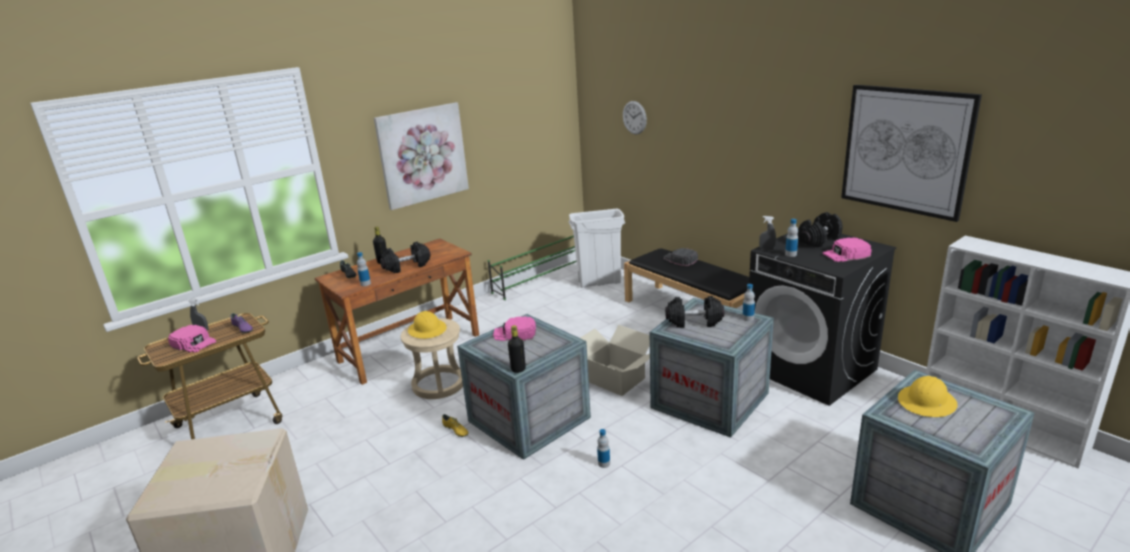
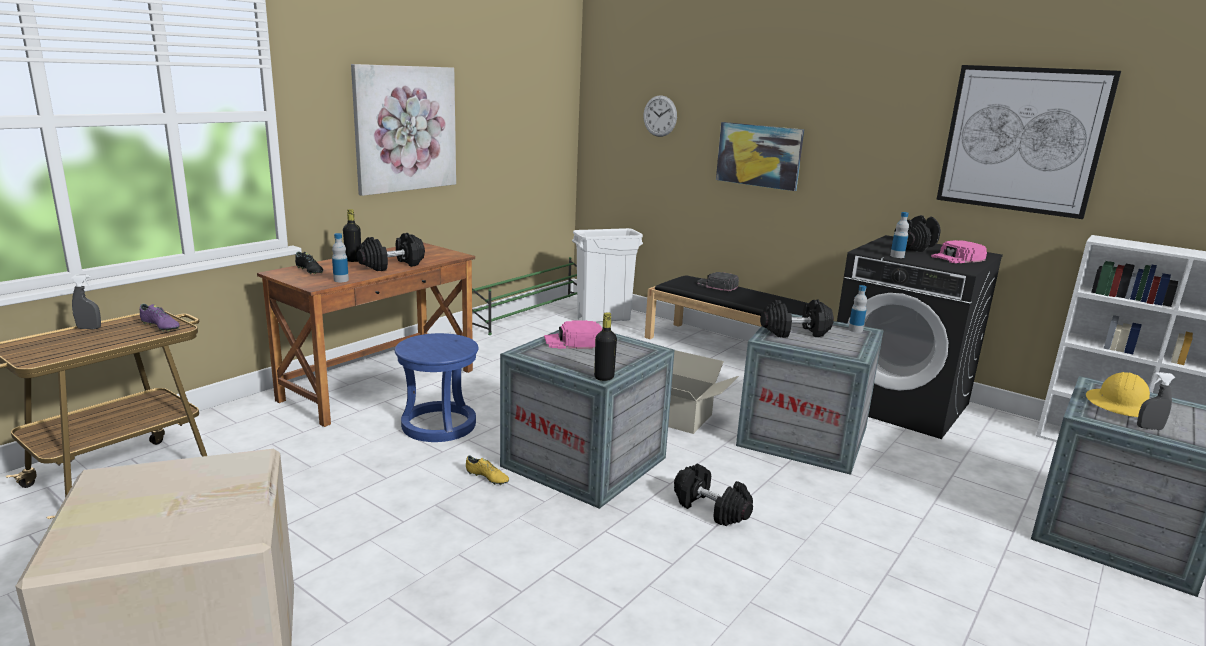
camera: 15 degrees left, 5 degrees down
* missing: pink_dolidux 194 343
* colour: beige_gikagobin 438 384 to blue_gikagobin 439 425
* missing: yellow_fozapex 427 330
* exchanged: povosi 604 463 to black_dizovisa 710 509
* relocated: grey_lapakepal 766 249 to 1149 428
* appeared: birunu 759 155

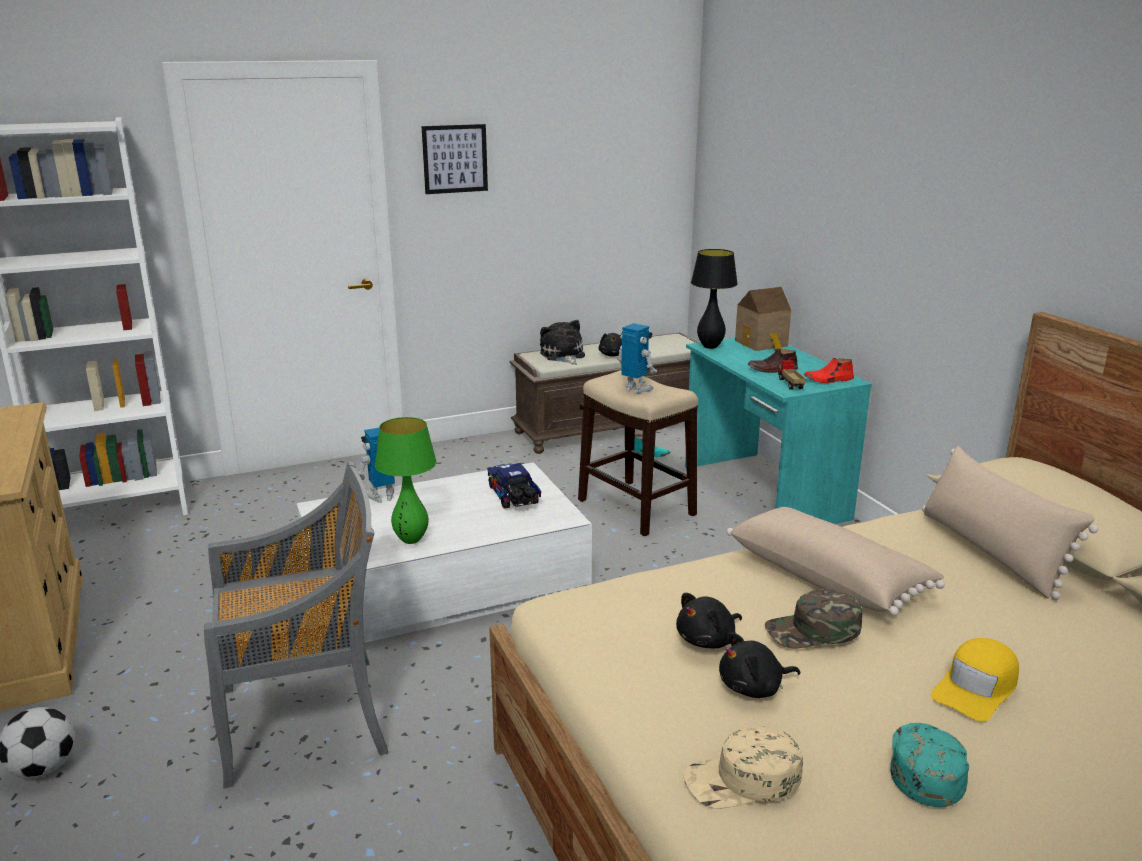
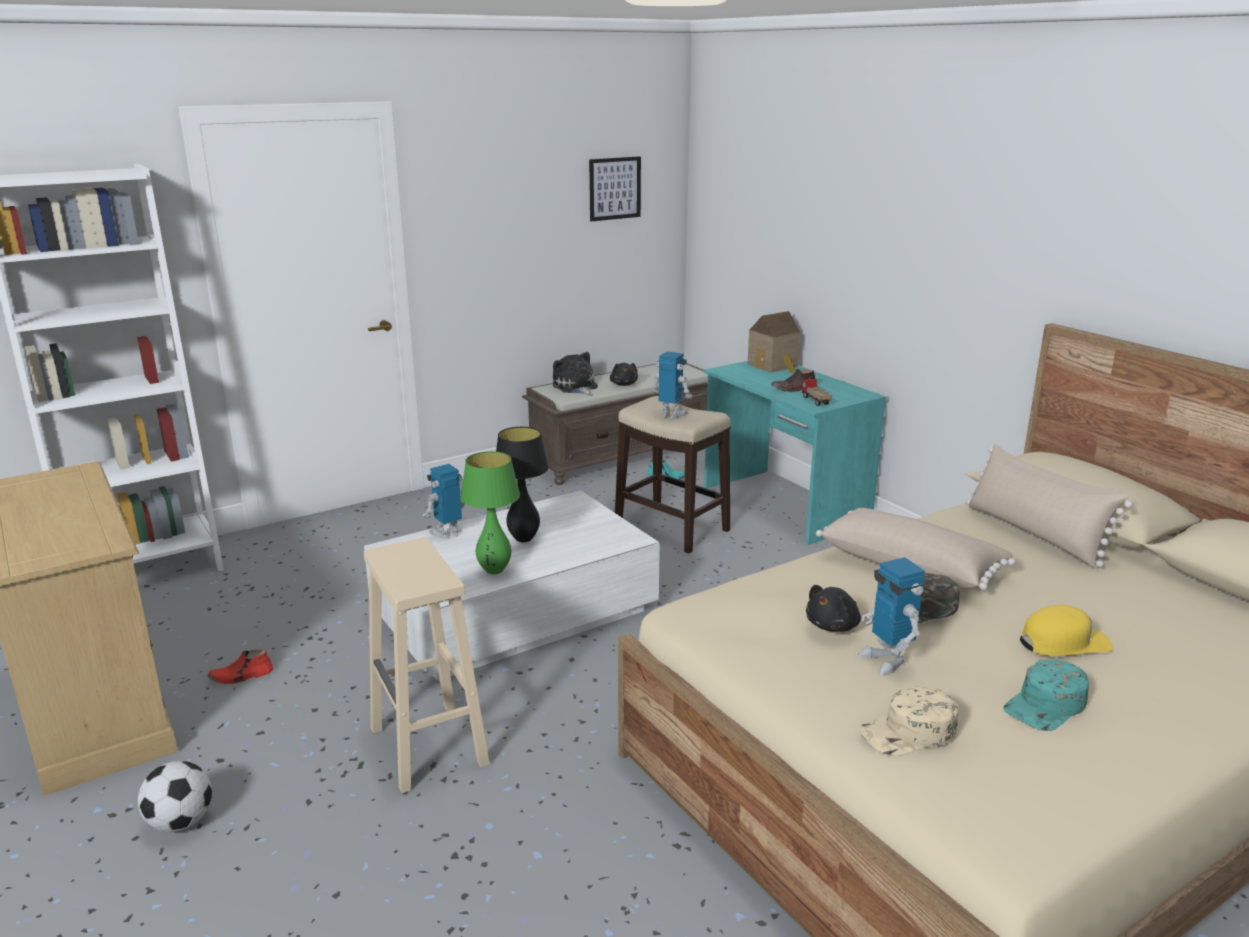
camera: 10 degrees left, 0 degrees up
* exchanged: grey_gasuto 307 719 to beige_gikagobin 429 747
* relocated: birunu 455 159 to 614 188
* missing: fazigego 514 498
* relocated: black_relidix 710 347 to 524 539
* exchanged: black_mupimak 754 688 to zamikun 886 660
* relocated: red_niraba 828 380 to 241 676
* spun: turquoise_dolidux 924 766 = 1046 705 135 degrees counterclockwise
* spun: yellow_dolidux 976 688 = 1064 642 135 degrees counterclockwise

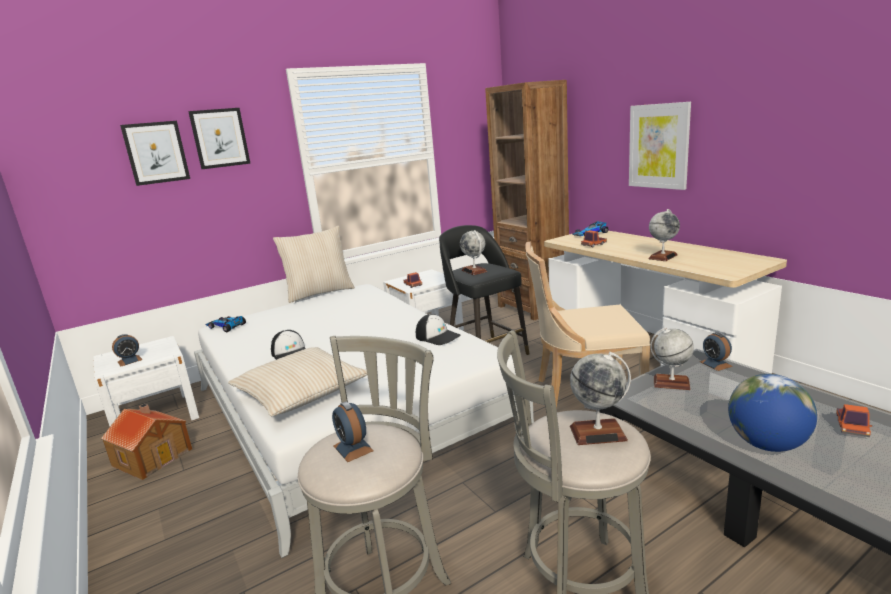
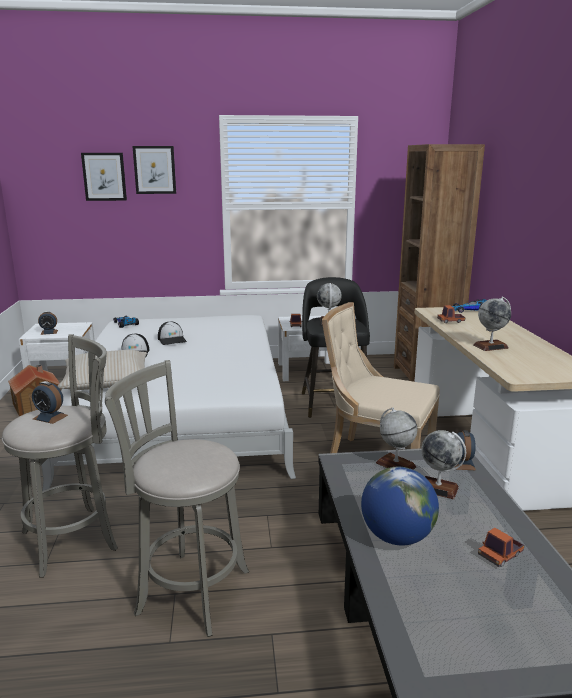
camera: 25 degrees right, 0 degrees up
* missing: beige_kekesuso 319 293
* spun: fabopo 353 448 = 50 417 60 degrees counterclockwise
* relocated: dolidux 438 336 to 172 340
* relocated: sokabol 598 433 to 438 488
* missing: birunu 659 146

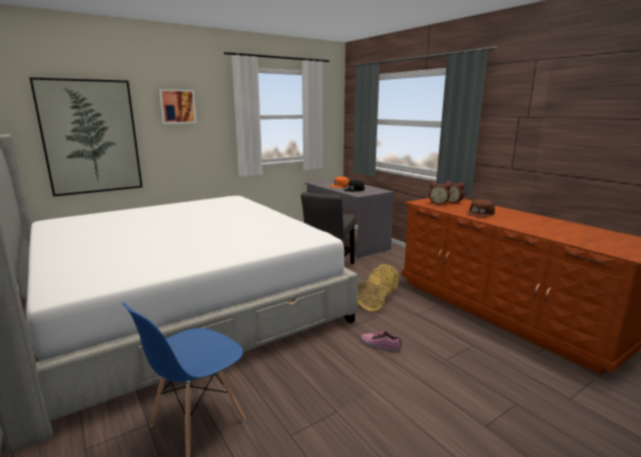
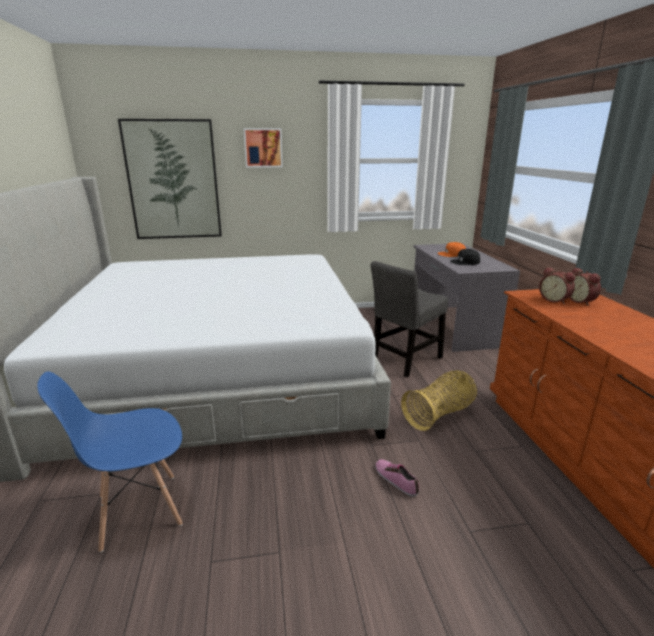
camera: 25 degrees right, 5 degrees up
* missing: brown_dolidux 480 213

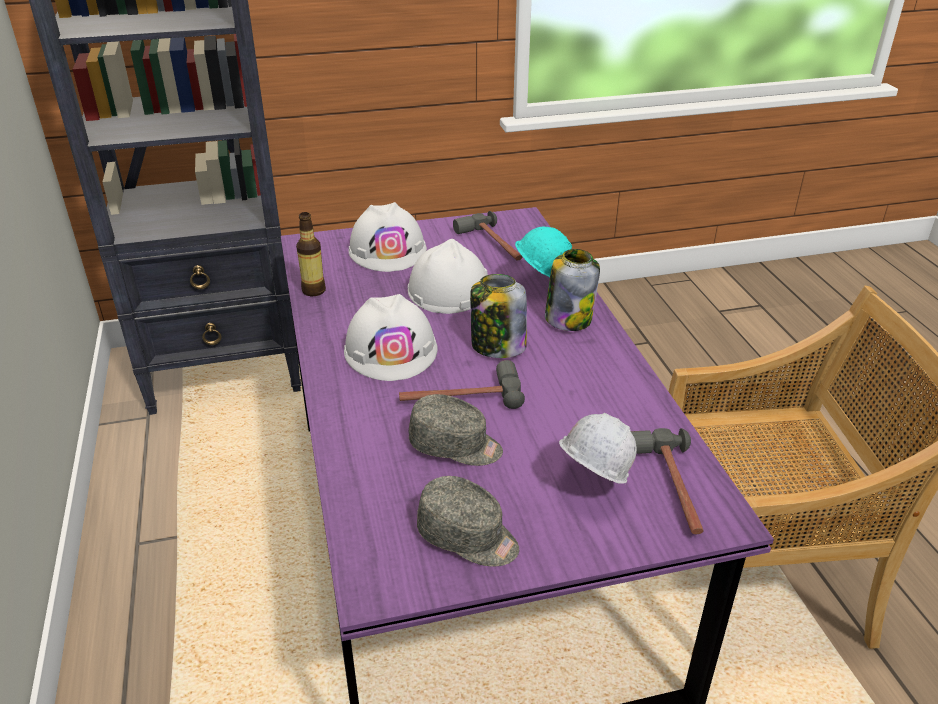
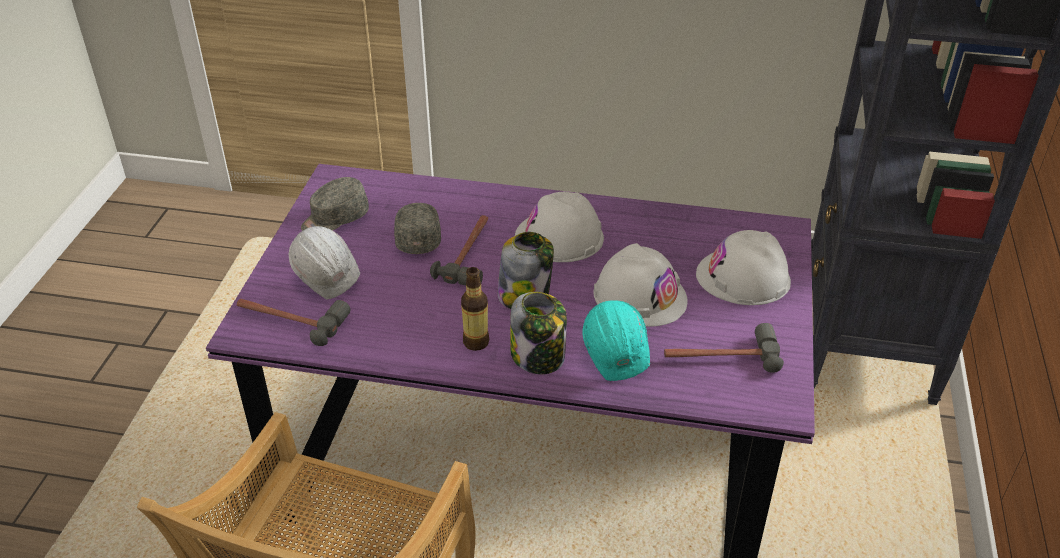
camera: 115 degrees right, 5 degrees up
* relocated: povosi 313 291 to 476 342
* spun: grey_dolidux 456 446 = 418 237 135 degrees clockwise

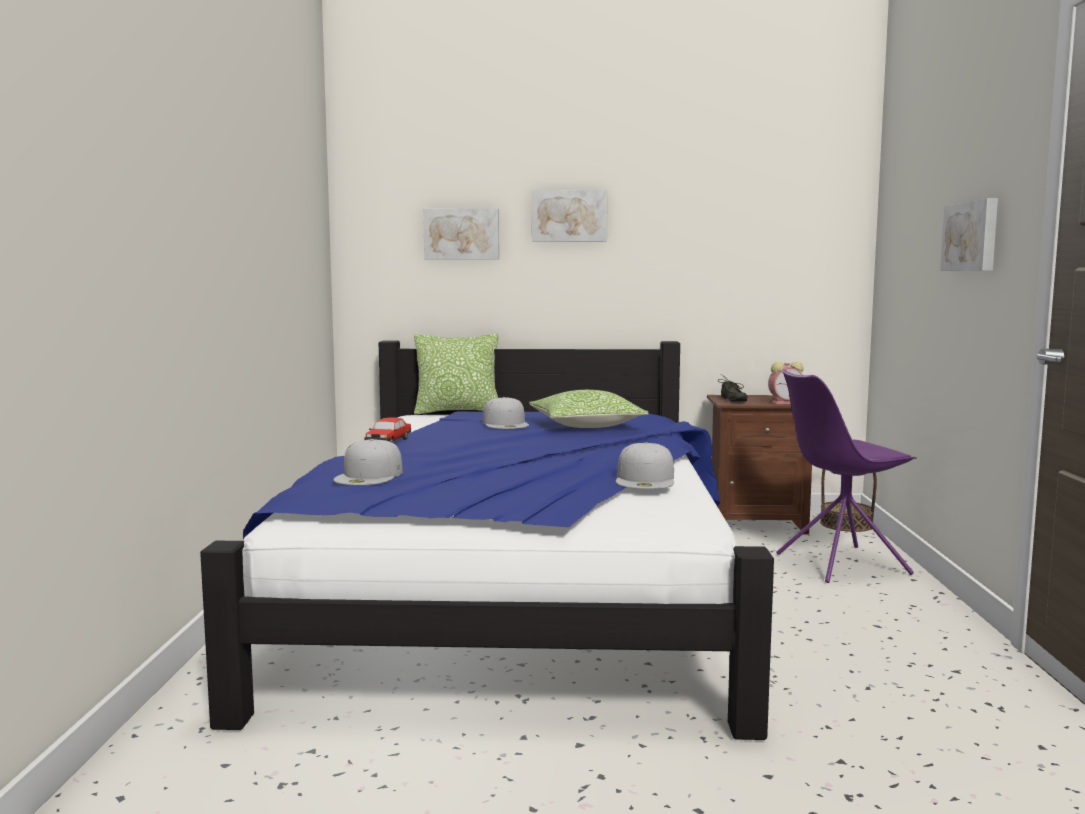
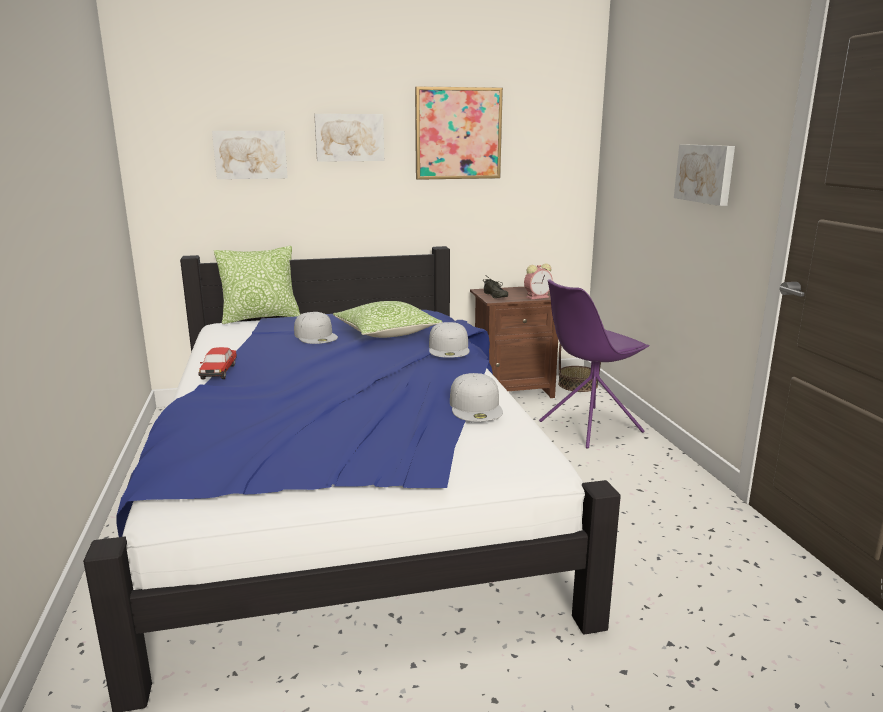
camera: 15 degrees left, 10 degrees up
* relocated: white_dolidux 369 476 to 449 348
* appeared: birunu 458 133

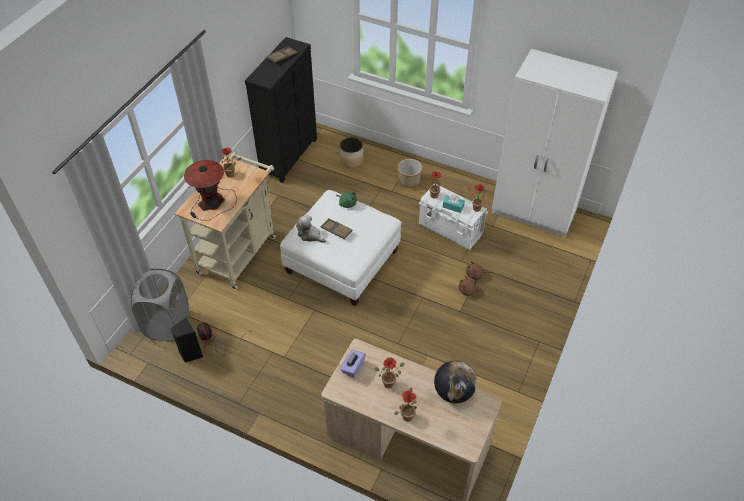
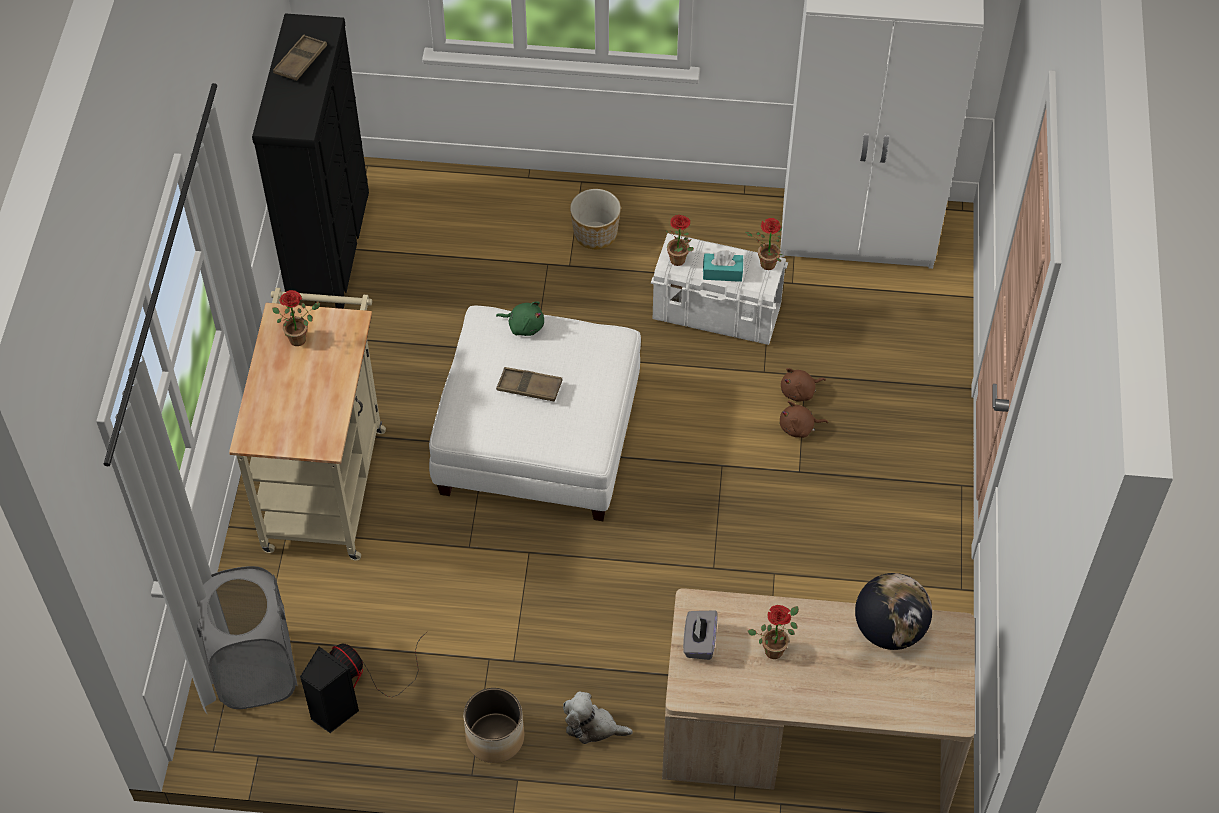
camera: 20 degrees left, 5 degrees up
* missing: relidix 212 202
* relocated: mupimak 310 235 to 593 726
* relocated: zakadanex 351 160 to 494 738
* colour: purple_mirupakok 352 367 to grey_mirupakok 699 642
* missing: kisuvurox 407 414

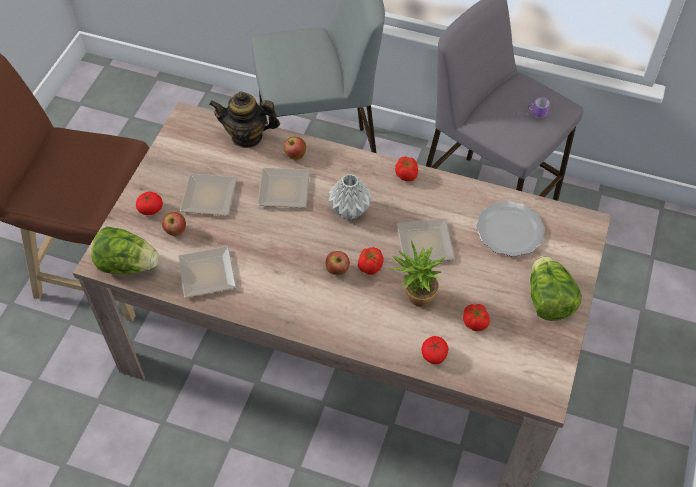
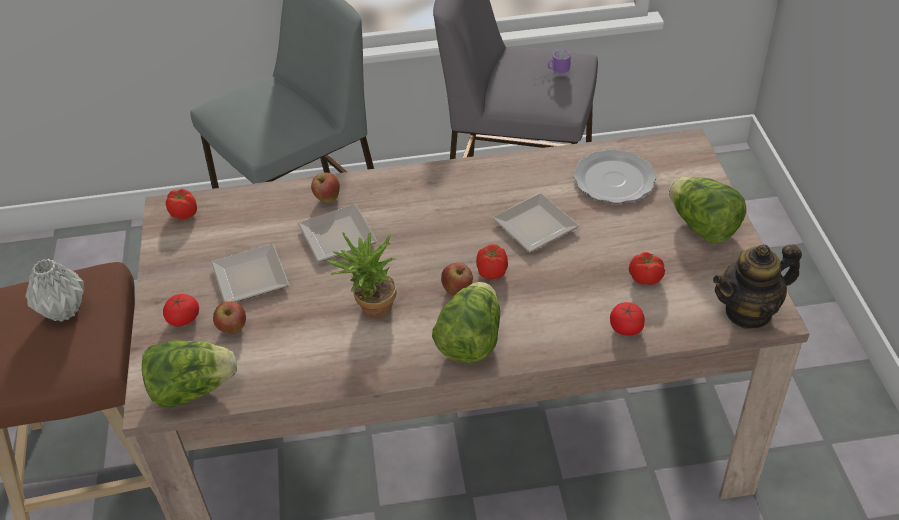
camera: 25 degrees left, 10 degrees down
* missing: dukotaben 205 273
* relocated: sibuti 247 136 to 748 312
* relocated: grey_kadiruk 350 211 to 65 311
* relocated: kisuvurox 415 297 to 371 310
* relocated: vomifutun 406 175 to 184 213
* appeared: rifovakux 470 340

